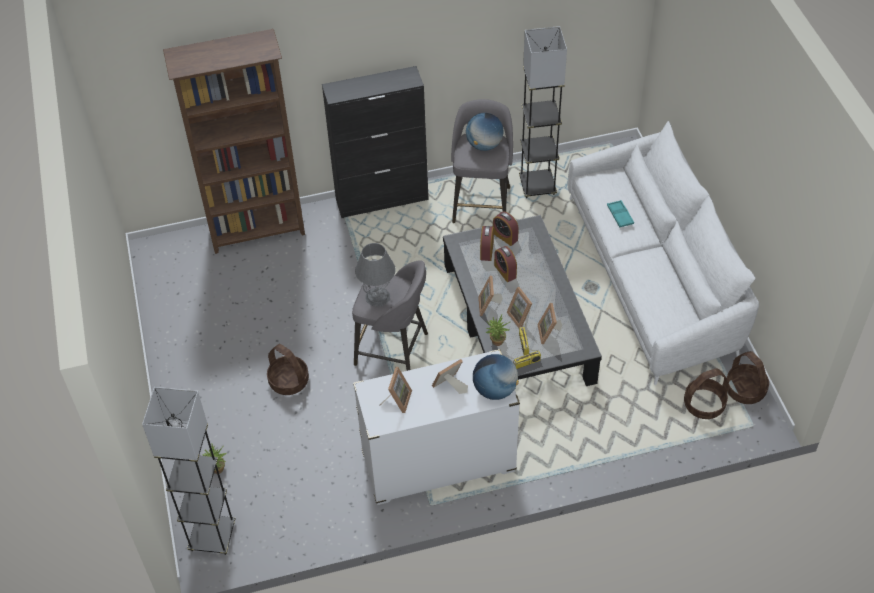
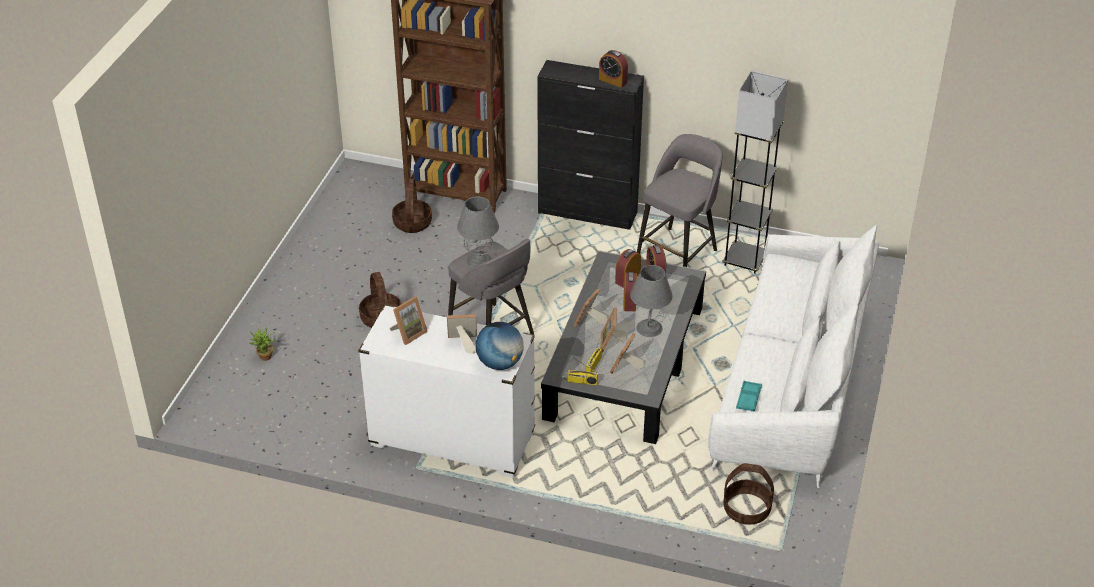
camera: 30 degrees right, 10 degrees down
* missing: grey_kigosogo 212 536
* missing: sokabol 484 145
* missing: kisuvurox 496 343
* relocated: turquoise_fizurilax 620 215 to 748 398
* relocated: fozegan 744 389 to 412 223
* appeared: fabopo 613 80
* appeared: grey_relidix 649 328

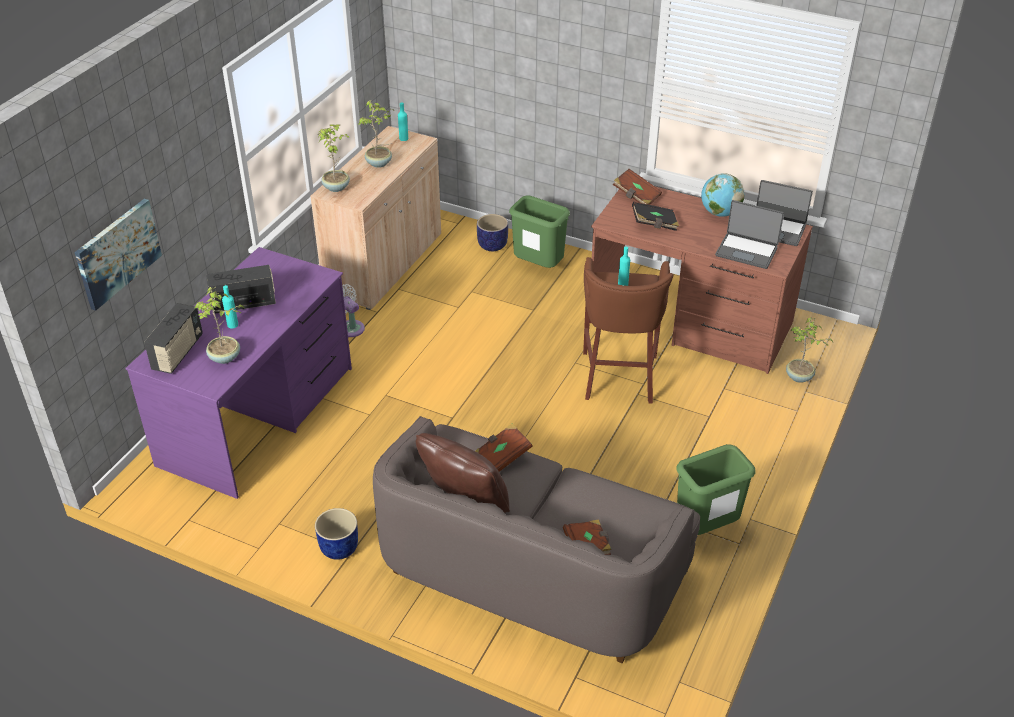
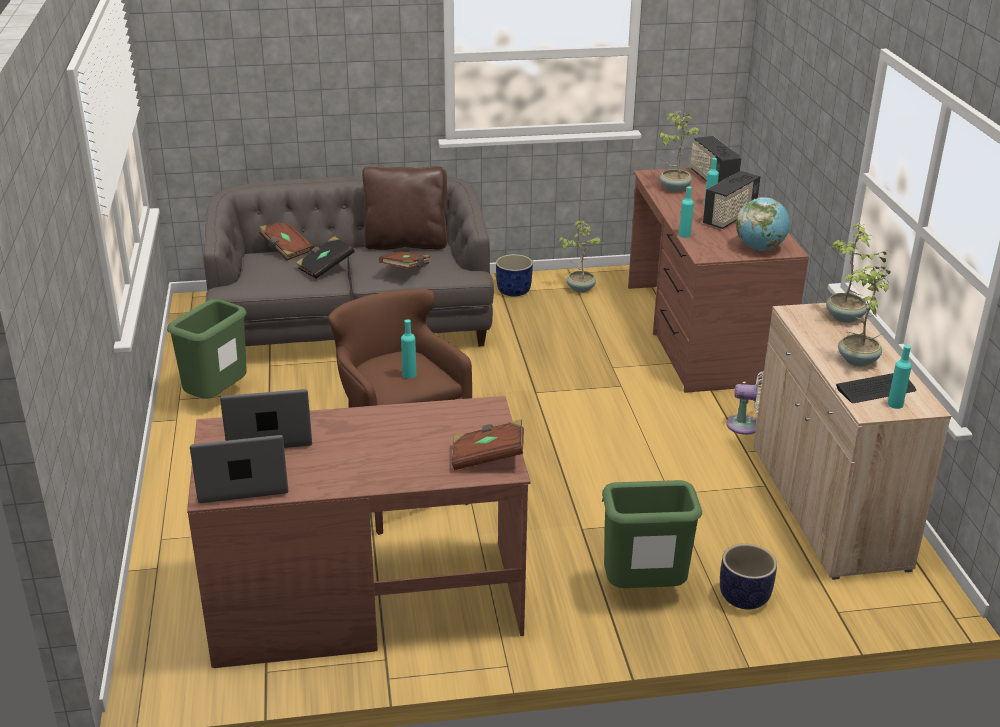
camera: 145 degrees right, 10 degrees down
* missing: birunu 117 253
* colour: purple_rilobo 258 415 to brown_rilobo 702 333
* relocated: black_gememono 654 224 to 325 267
* relocated: sokabol 720 213 to 760 248
* relocated: kisuvurox 799 377 to 580 288
* appeared: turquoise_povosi 684 235
* appeared: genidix 876 389

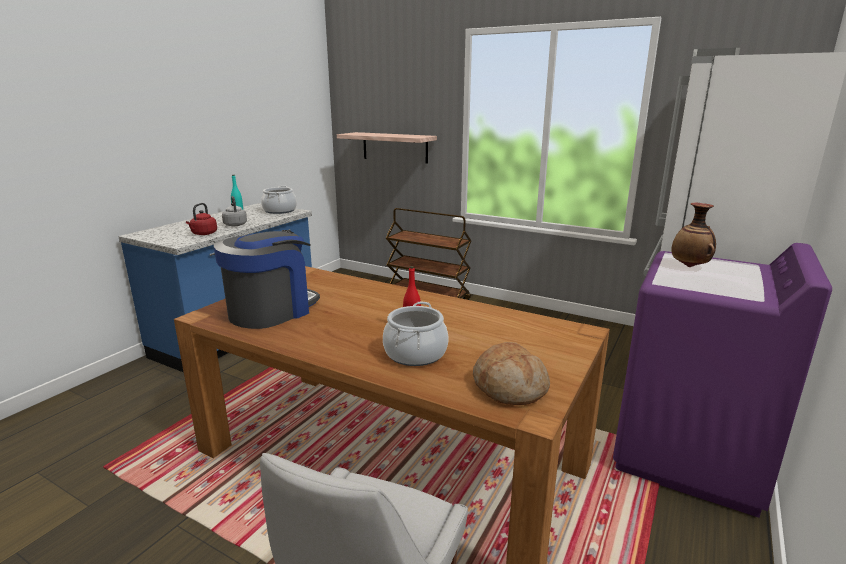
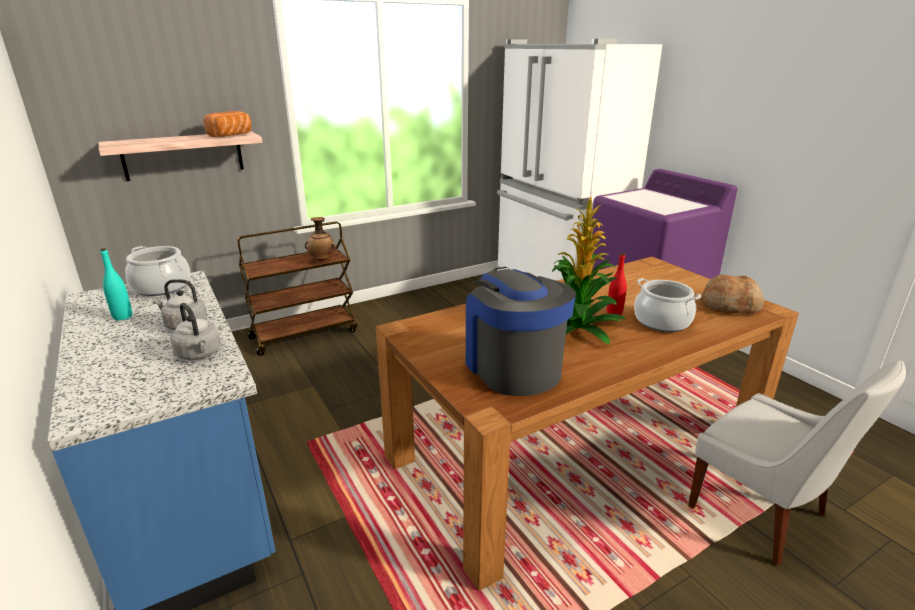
camera: 60 degrees left, 5 degrees up
* colour: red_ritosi 203 234 to grey_ritosi 200 354
* relocated: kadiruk 690 266 to 322 260
* appeared: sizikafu 232 136
* appeared: kisuvurox 578 328

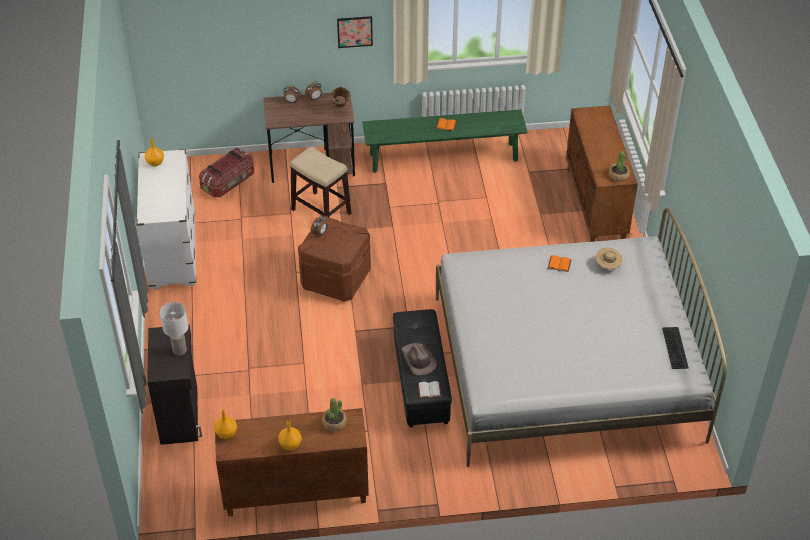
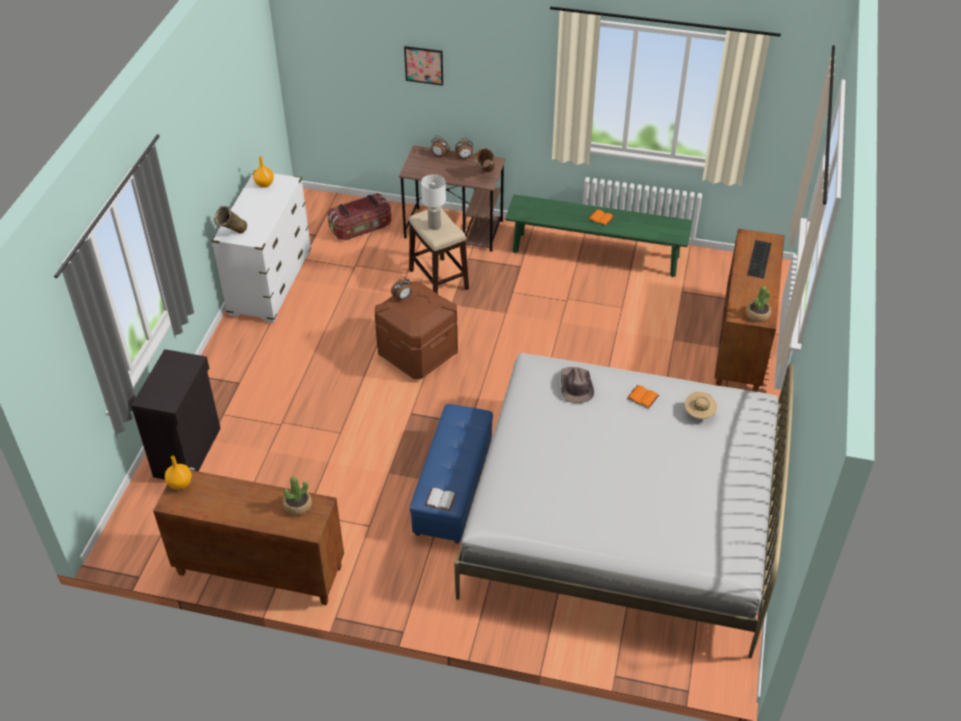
camera: 20 degrees right, 0 degrees up
* relocated: white_relidix 180 350 to 435 226
* missing: orange_kadiruk 290 445
* relocated: birunu 354 31 to 424 65
* colour: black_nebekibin 421 381 to blue_nebekibin 454 488
* relocated: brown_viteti 418 360 to 576 386
* relocated: genidix 676 348 to 760 259
* appeared: beige_kadiruk 232 235

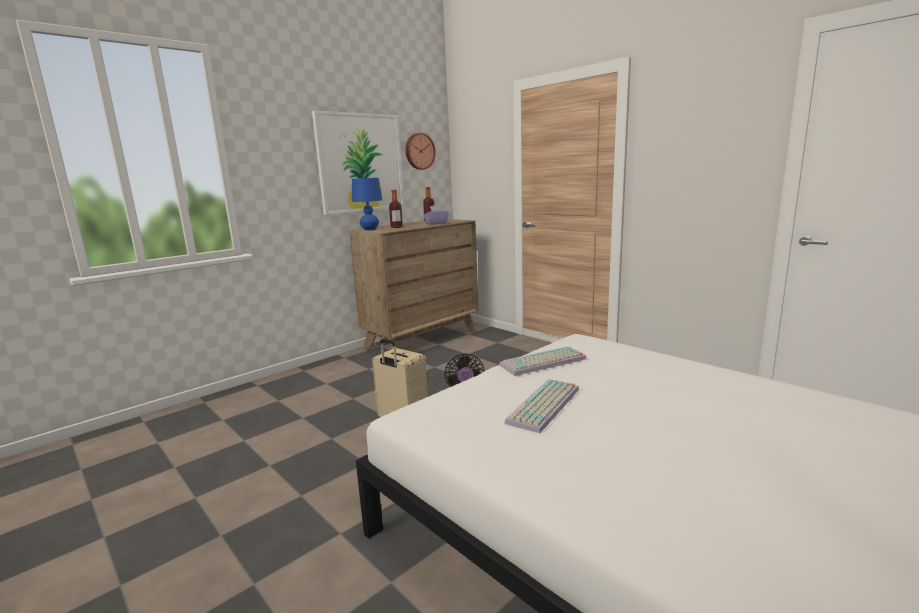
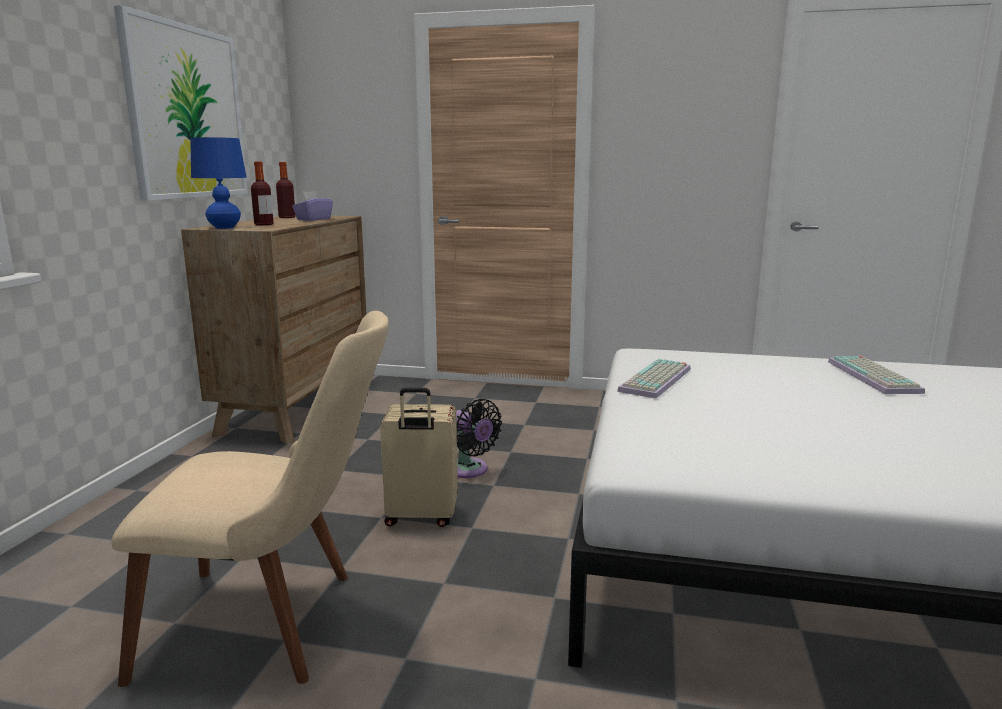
camera: 35 degrees left, 0 degrees up
* missing: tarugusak 419 151
* relocated: genidix 545 406 to 875 377
* appeared: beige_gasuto 277 622

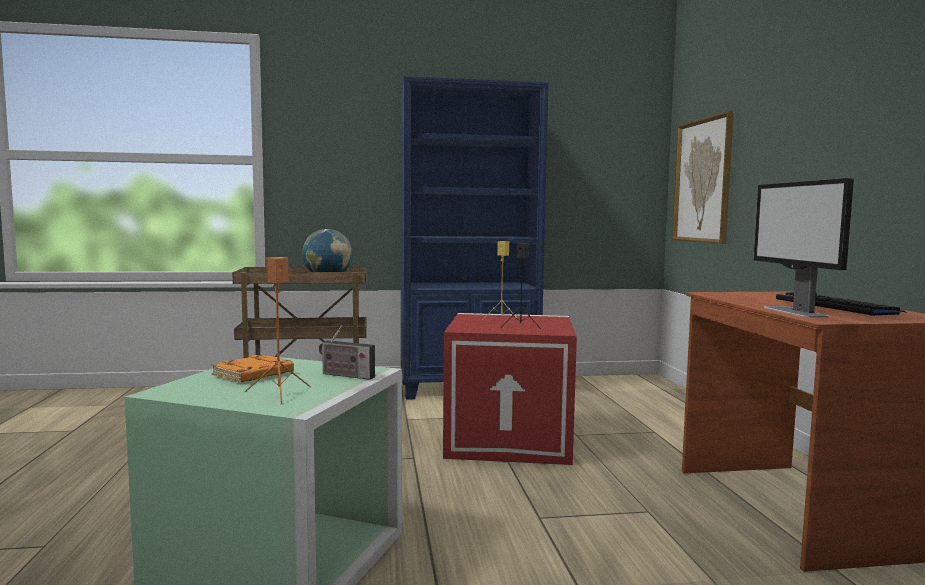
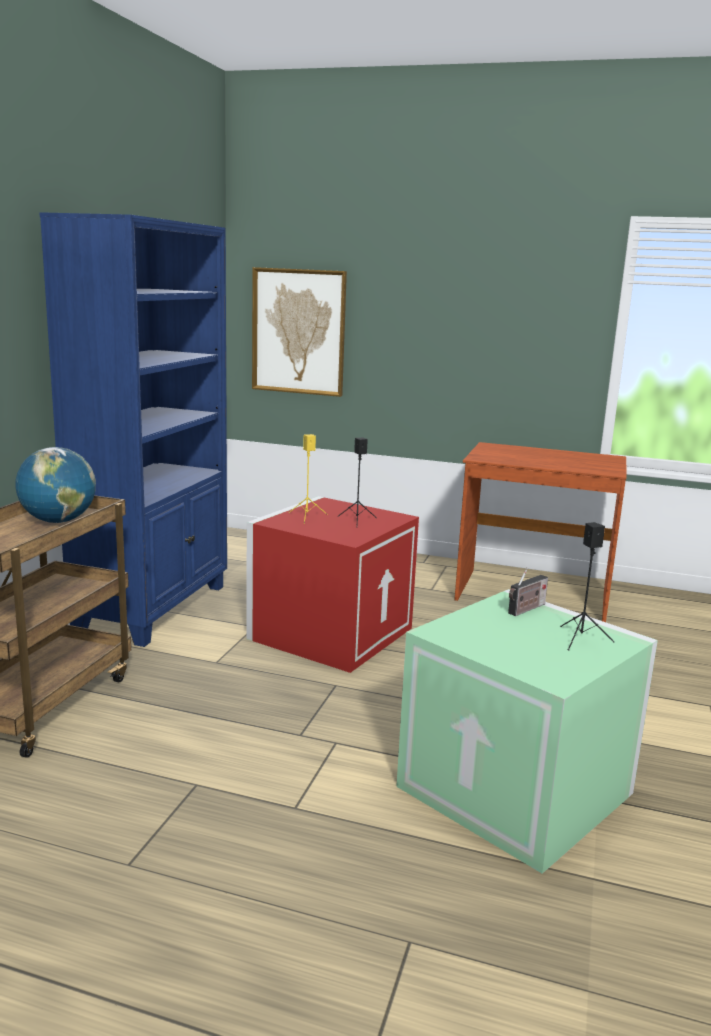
camera: 65 degrees left, 10 degrees up
* missing: orange_gememono 253 375
* colour: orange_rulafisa 279 394 to black_rulafisa 581 639
* missing: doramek 794 312
* missing: genidix 835 306

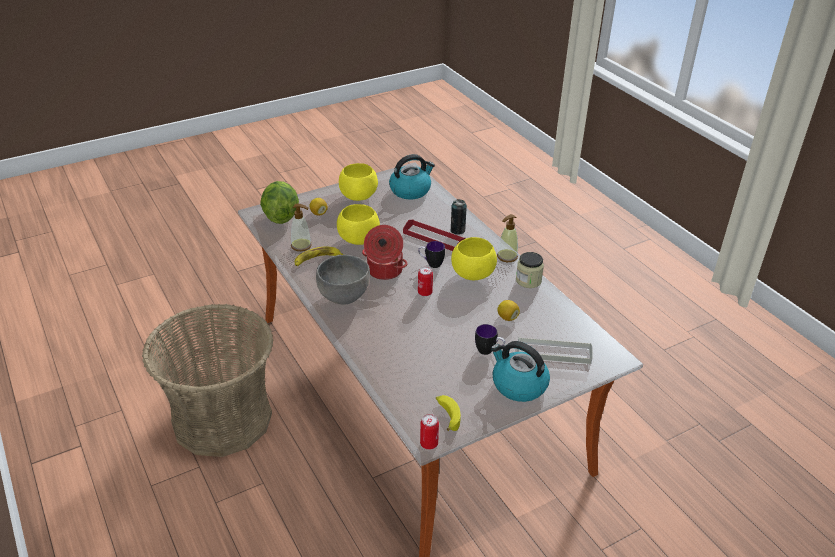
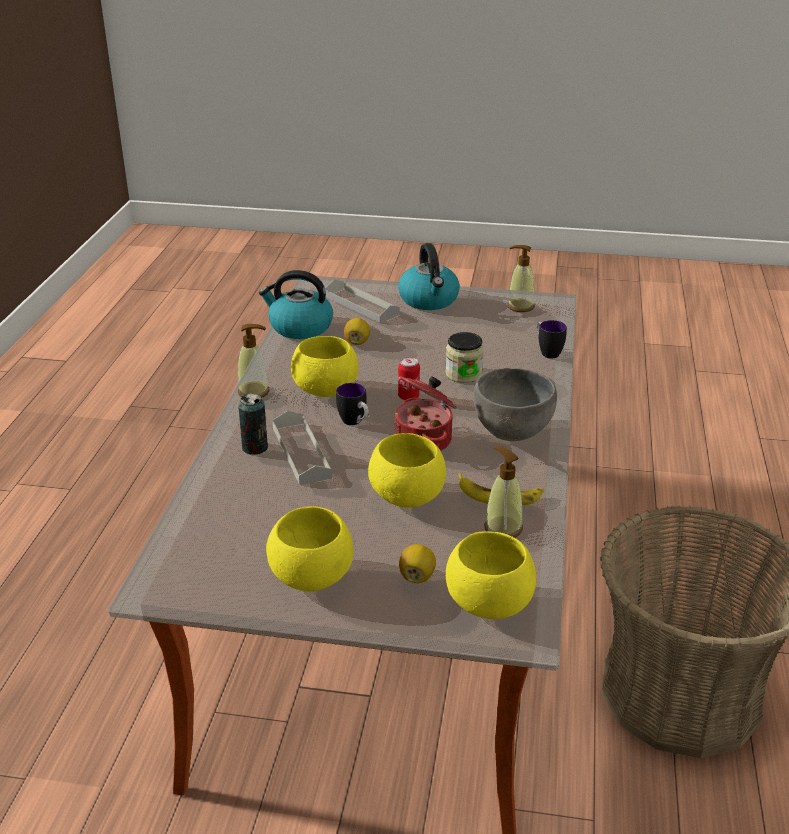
camera: 140 degrees left, 5 degrees down
* exchanged: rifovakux 280 216 to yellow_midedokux 489 603
* relocated: ritosi 410 190 to 299 327
* colour: red_fizurilax 433 238 to grey_fizurilax 301 452
* missing: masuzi 429 444
* exchanged: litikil 447 416 to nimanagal 520 306
* relocated: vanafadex 489 351 to 547 352
* relocated: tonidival 528 280 to 463 374

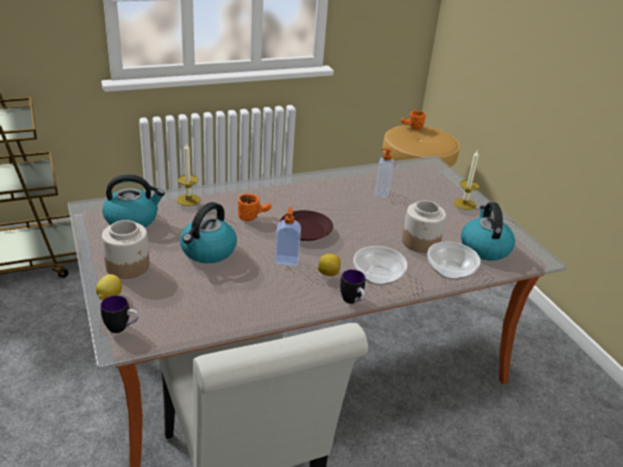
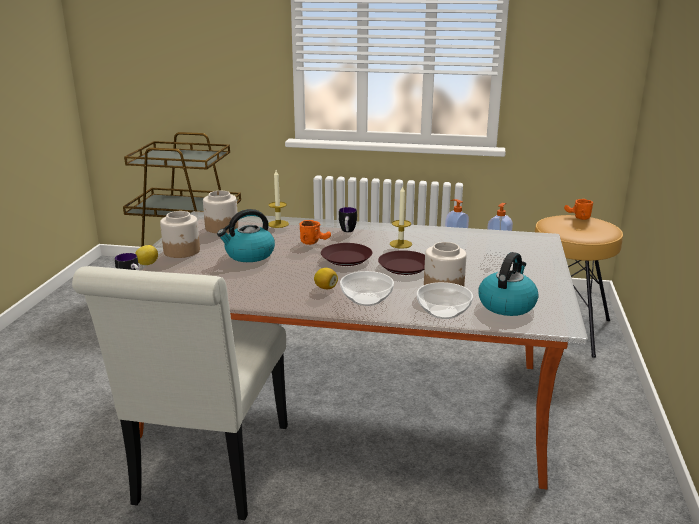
camera: 35 degrees right, 10 degrees down
* exchanged: ritosi 132 219 to tonidival 221 227
* relocated: nimanagal 286 260 to 497 253
* relocated: vanafadex 352 302 to 347 231
* relocated: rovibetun 464 204 to 400 244
* appeared: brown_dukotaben 403 267

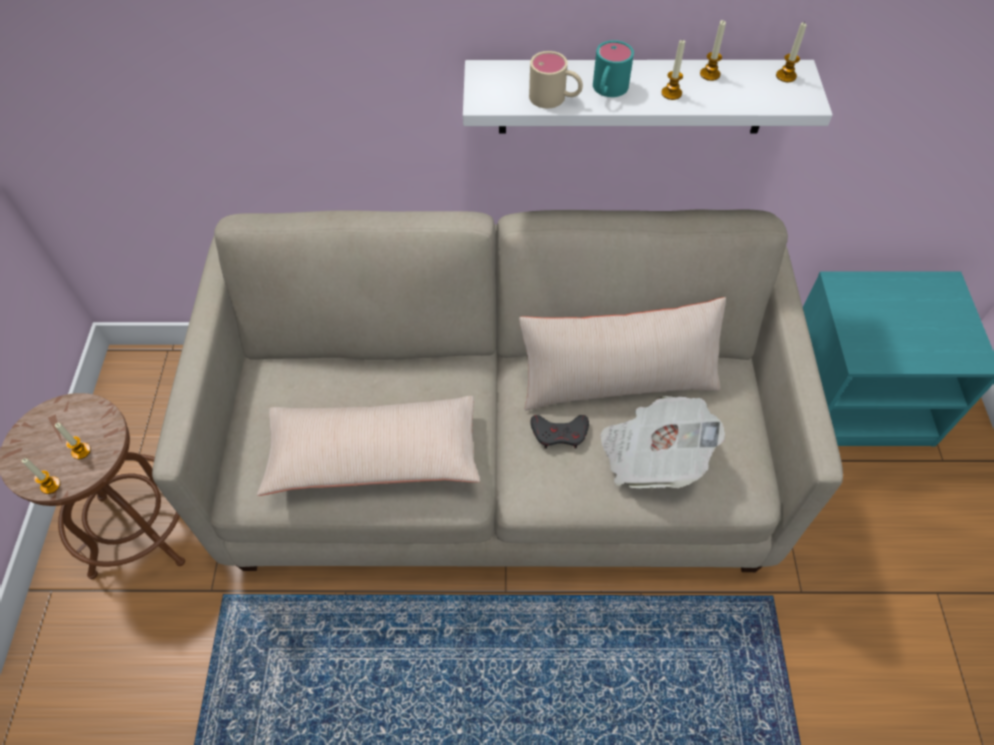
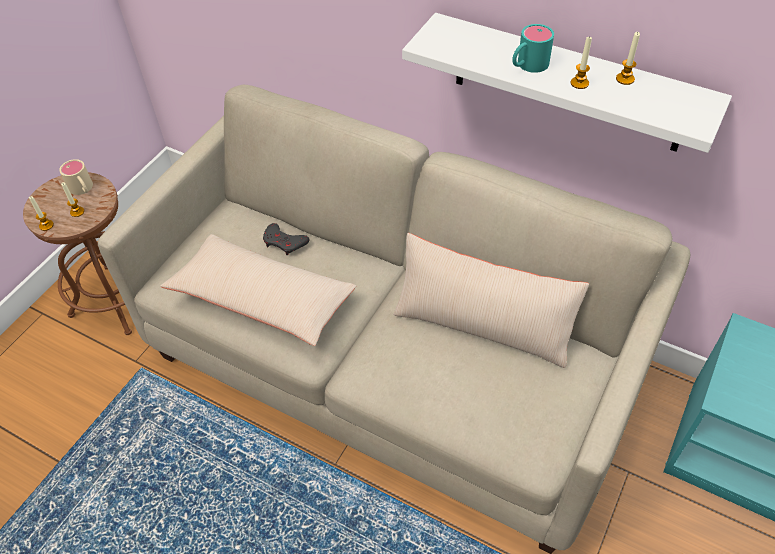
camera: 30 degrees right, 5 degrees down
* relocated: beige_vanafadex 555 98 to 83 189
* relocated: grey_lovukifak 560 433 to 284 242
* missing: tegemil 653 455
* missing: rovibetun 786 76

